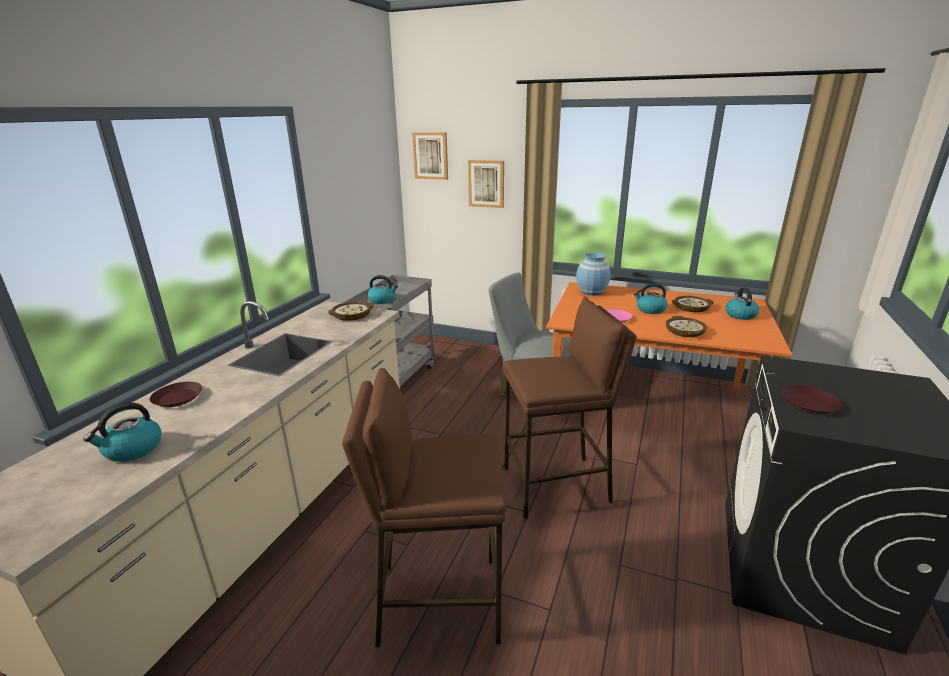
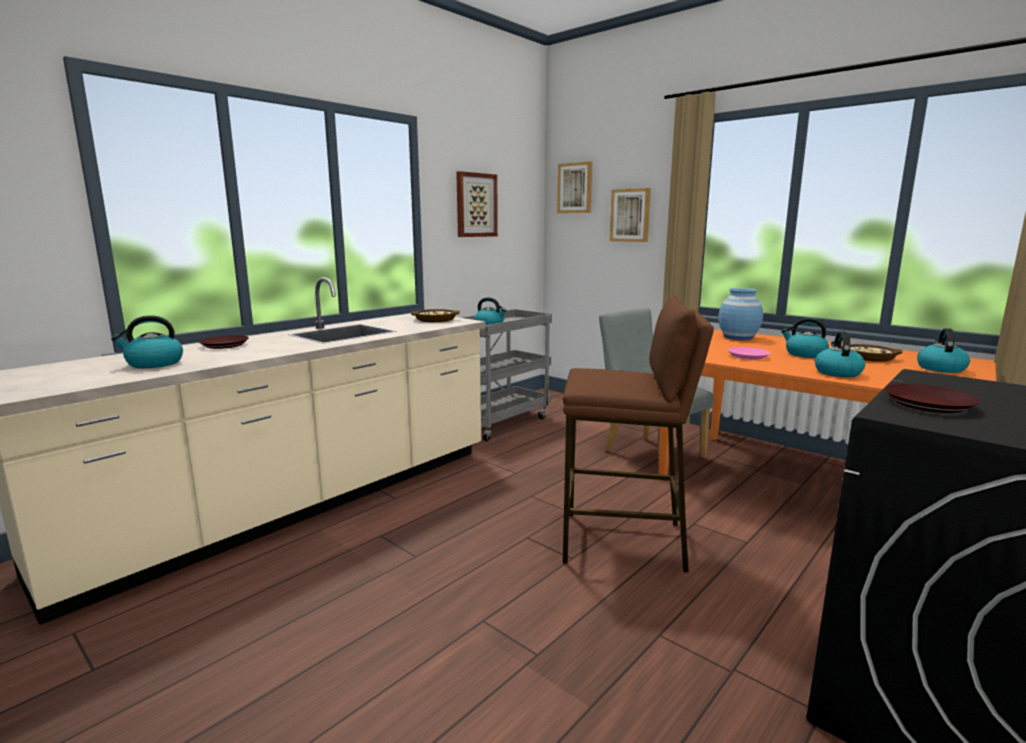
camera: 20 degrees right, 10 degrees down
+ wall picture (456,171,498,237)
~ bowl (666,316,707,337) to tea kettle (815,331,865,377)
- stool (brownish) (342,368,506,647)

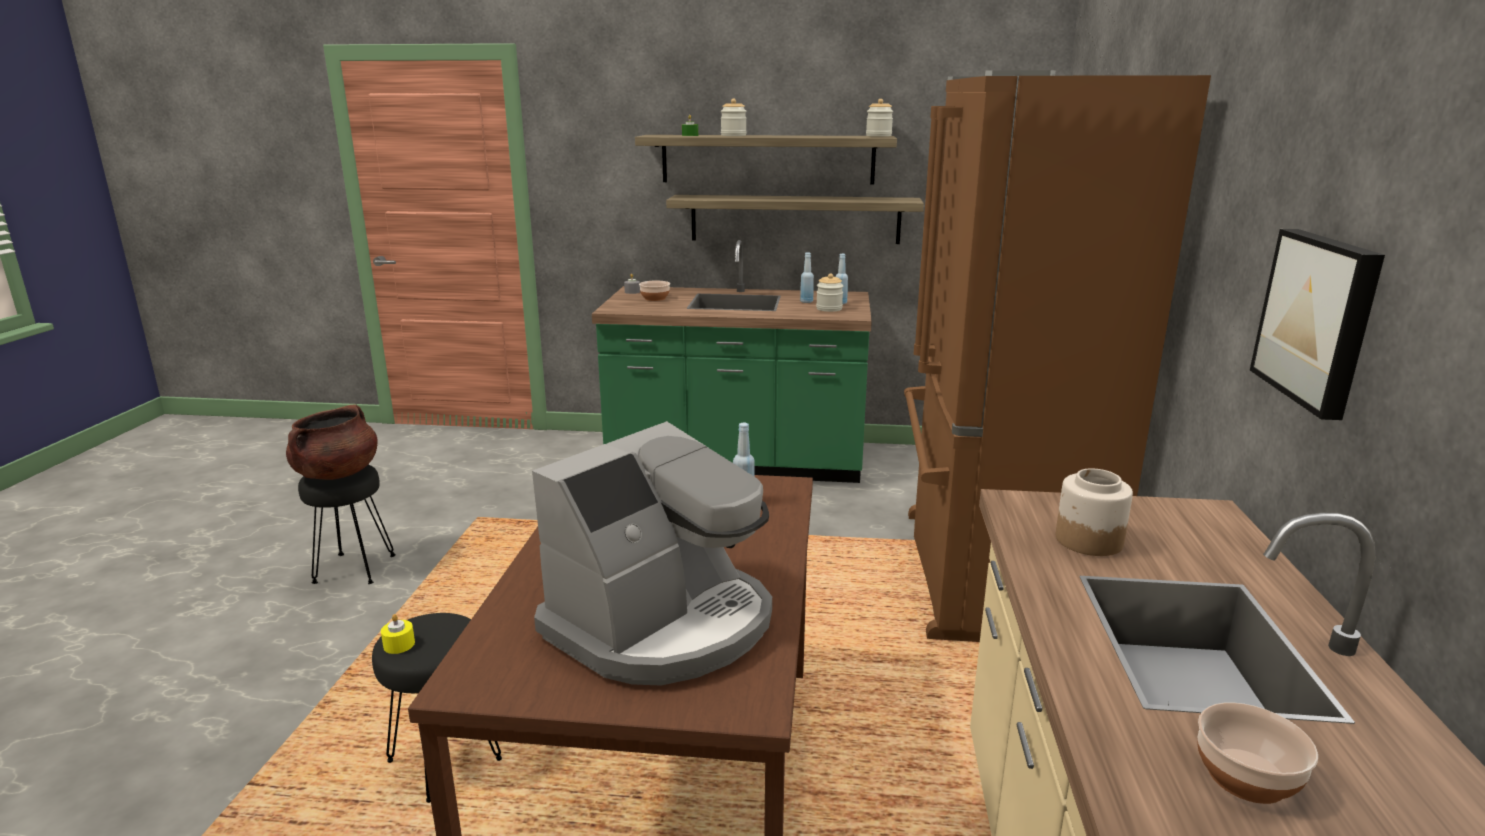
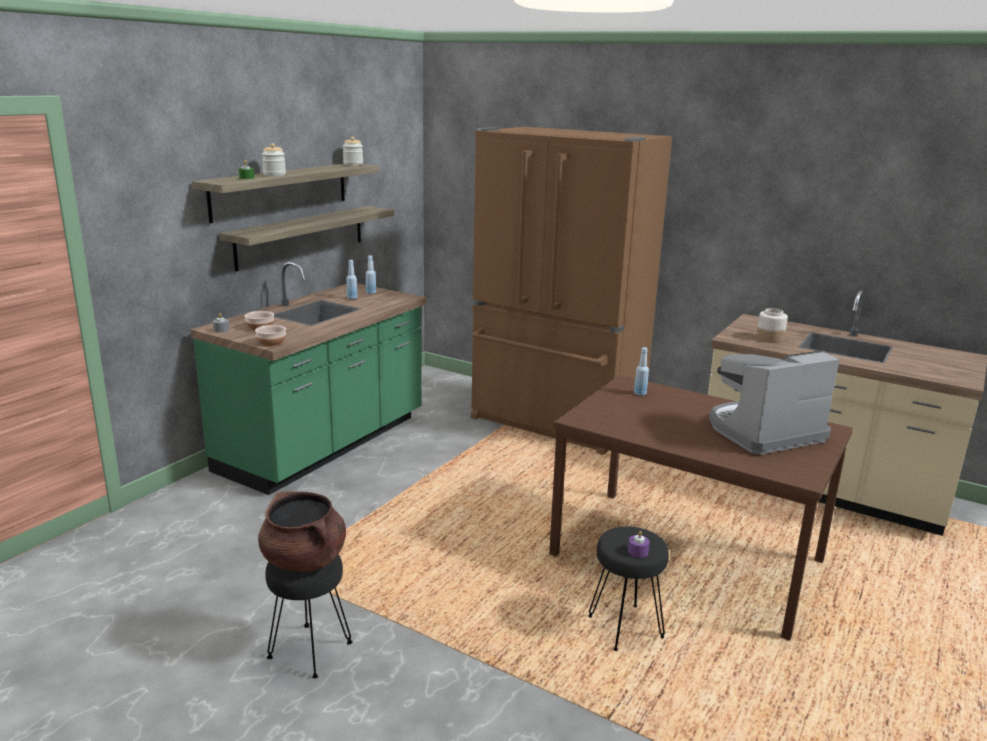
camera: 65 degrees left, 0 degrees up
~ bowl (1197,702,1318,804) to (255,325,286,347)
~ candle (yellow) (381,614,415,654) to candle (purplish) (628,531,650,558)
~ coffee maker (532,421,772,686) = (709,350,840,455) 90 degrees counterclockwise
- preserve jar (816,273,843,312)
- wall picture (1250,229,1385,420)

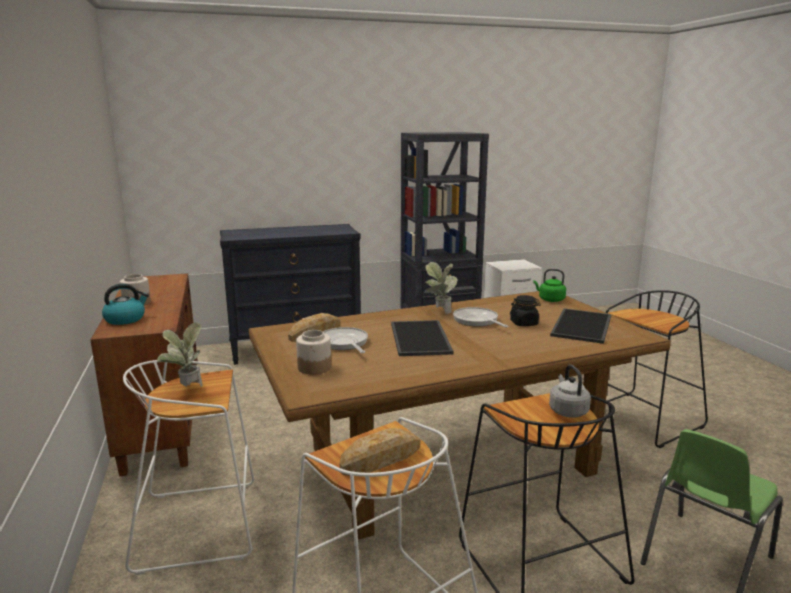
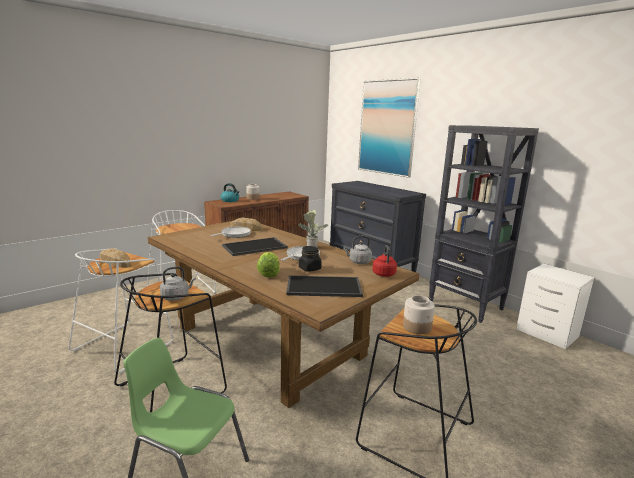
camera: 65 degrees right, 0 degrees up
+ lettuce (257,252,280,278)
+ tea kettle (grey) (343,236,372,264)
+ wall picture (358,78,420,178)
~ tea kettle (green) (533,269,566,302) to tea kettle (reddish) (373,245,397,277)
~ preserve jar (296,330,331,375) to (403,295,435,334)
- plant in a pot (157,323,203,387)

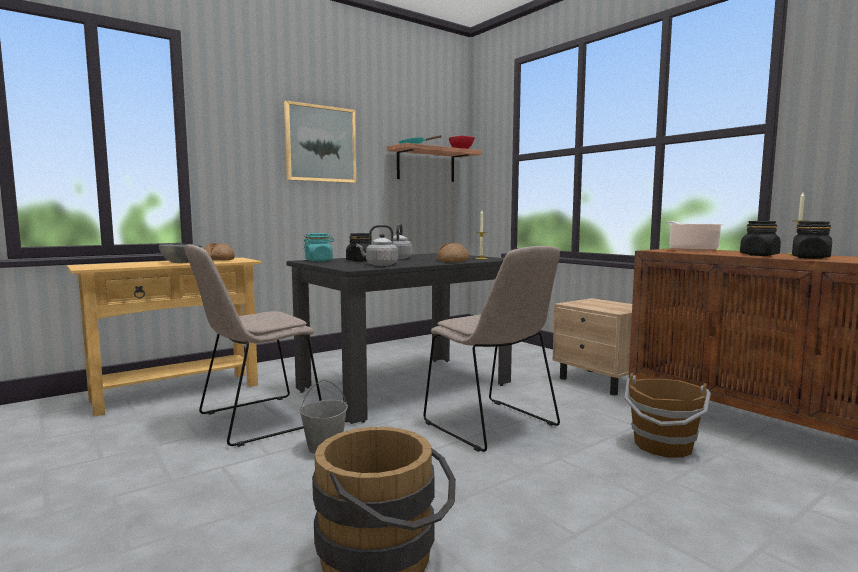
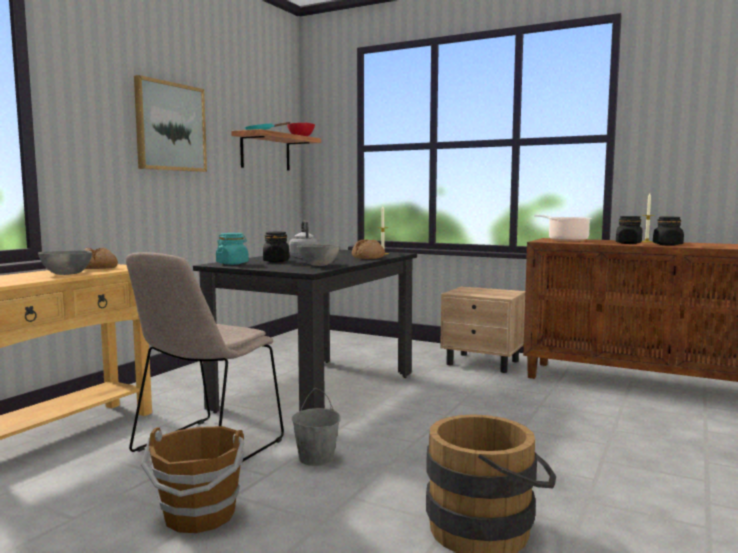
camera: 25 degrees left, 0 degrees up
~ water bucket (brownish) (624,373,711,457) to (141,426,244,533)
~ tea kettle (grey) (356,225,398,266) to bowl (grey) (297,244,340,266)
- upright chair (beige) (424,246,560,452)

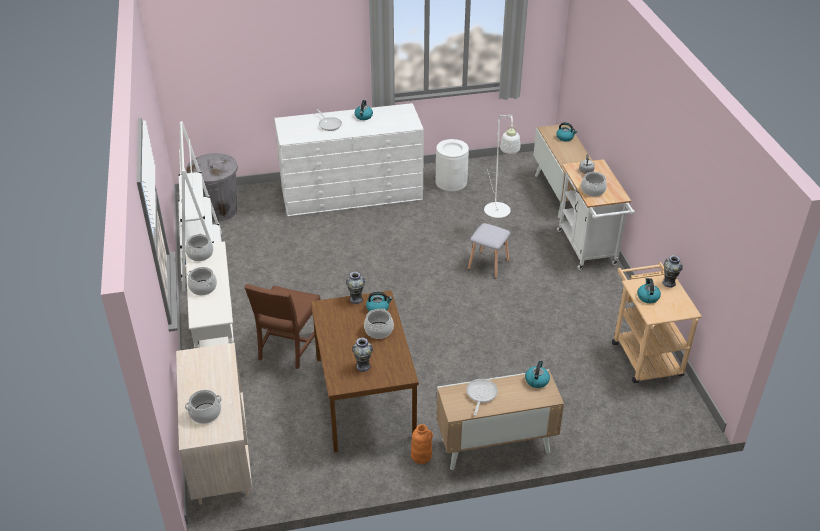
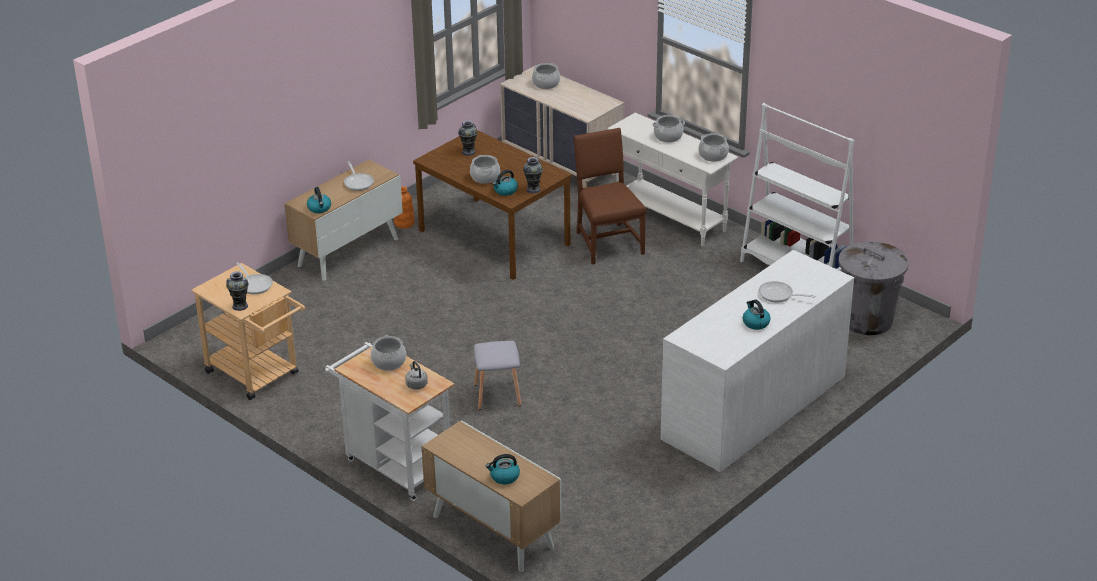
camera: 145 degrees right, 5 degrees down
~ tea kettle (637,278,661,303) to pan (236,262,273,294)
- trash can (white) (436,139,469,191)
- standing lamp (white) (484,114,520,218)

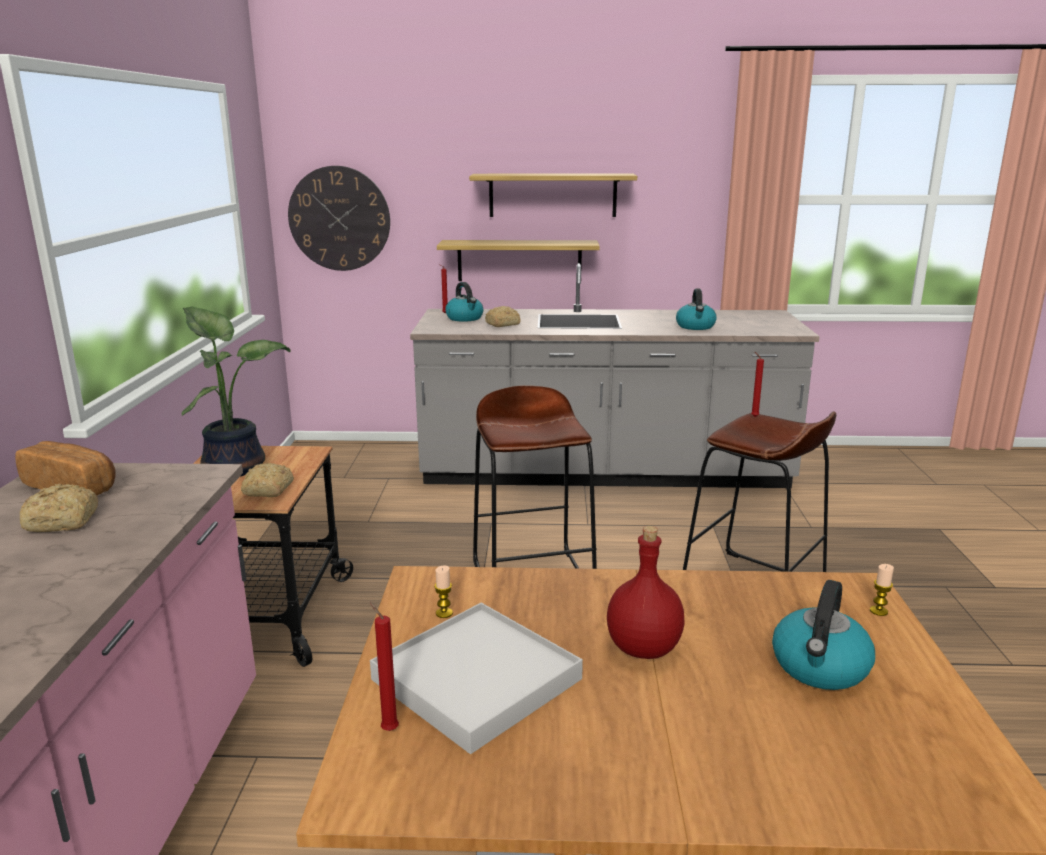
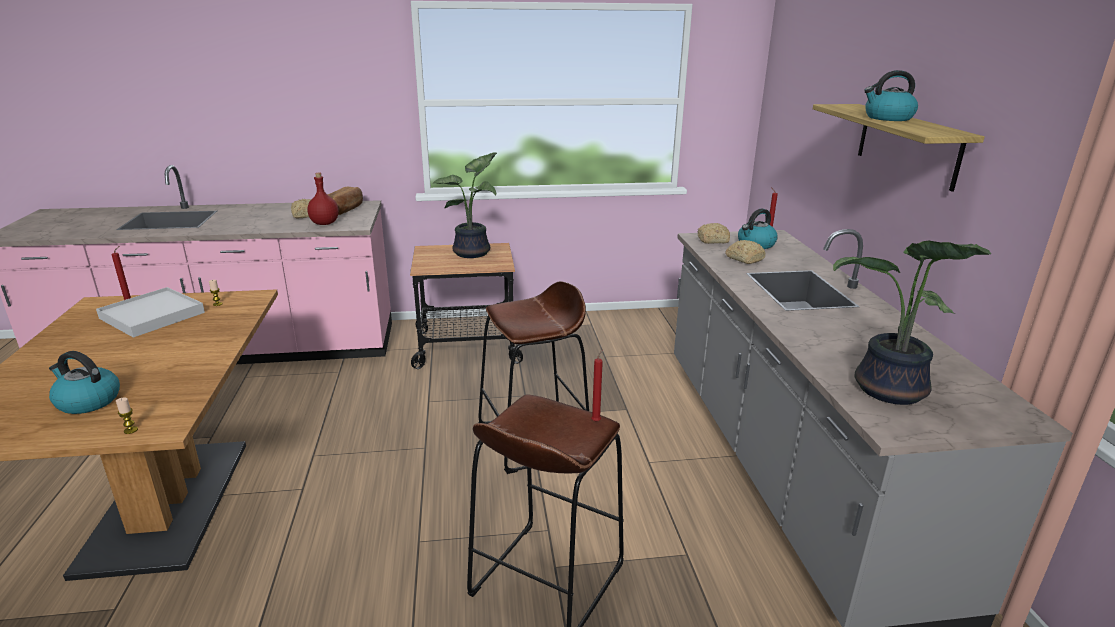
camera: 80 degrees right, 5 degrees up
~ bottle (reddish) (607,526,685,659) to (307,173,339,225)
~ baked bread (241,463,294,497) to (698,223,730,244)
+ plant in a pot (833,241,991,405)
~ tea kettle (676,289,717,330) to (864,70,918,121)
- hanging clock (288,166,390,271)
- bracket shelf (437,240,600,281)

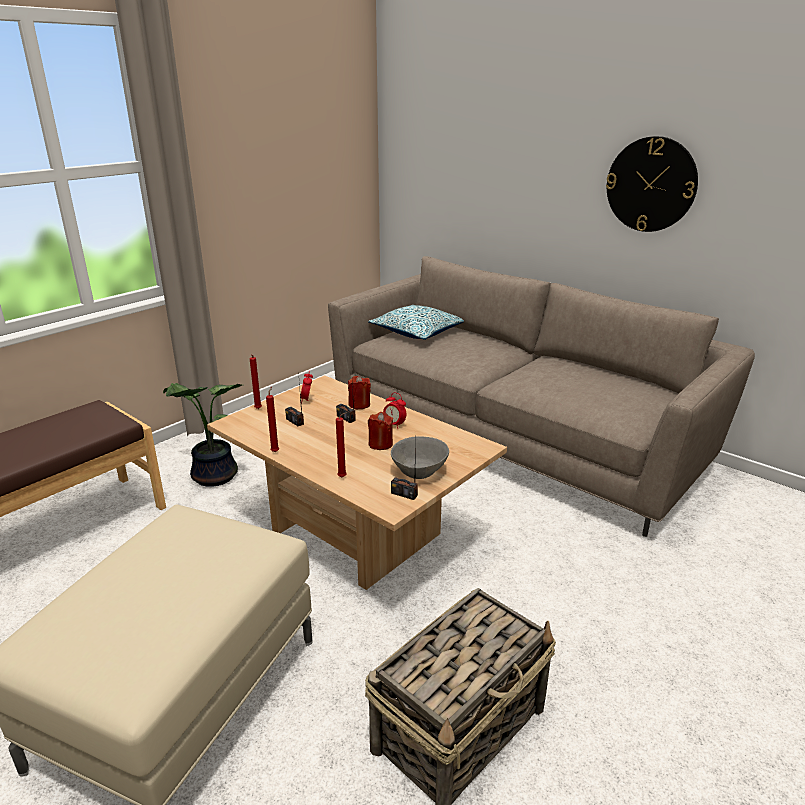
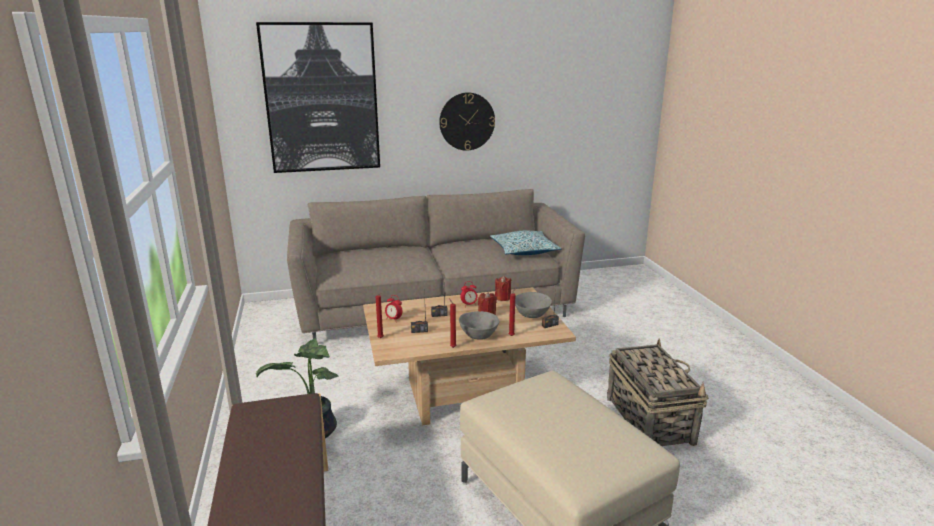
camera: 55 degrees left, 5 degrees down
+ wall picture (256,22,380,173)
+ bowl (grey) (459,311,499,340)
~ pillow (368,305,464,340) to (490,231,562,255)
~ candle (reddish) (348,376,371,409) to (495,276,511,301)

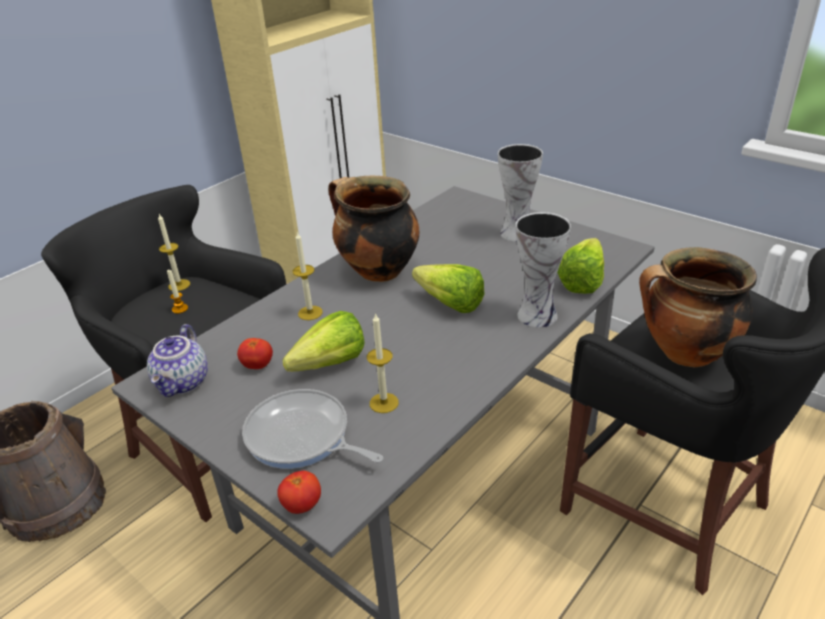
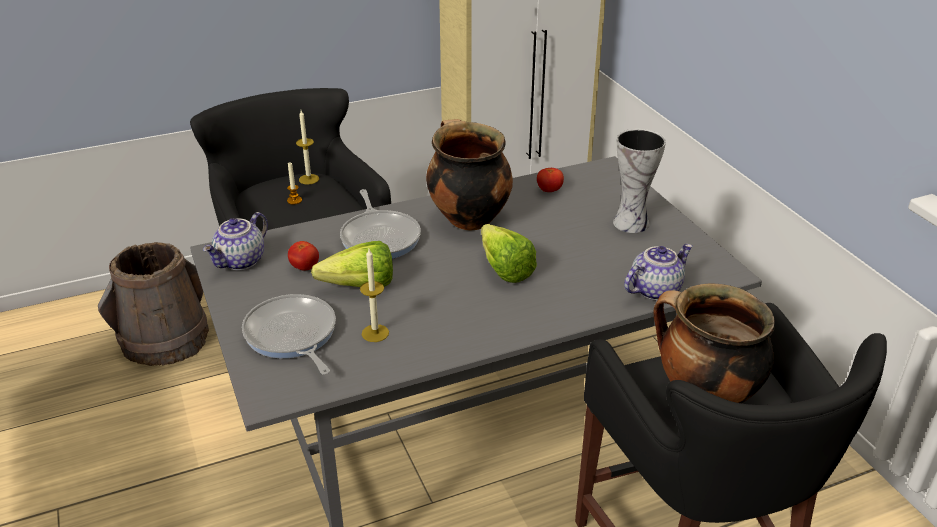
camera: 25 degrees right, 0 degrees up
~ candle (293,232,323,320) to pan (340,189,421,259)
~ fresh tomato (277,471,321,514) to (537,168,564,192)
~ lettuce (557,238,604,294) to tea pot (624,244,693,300)
- vase (516,212,571,328)

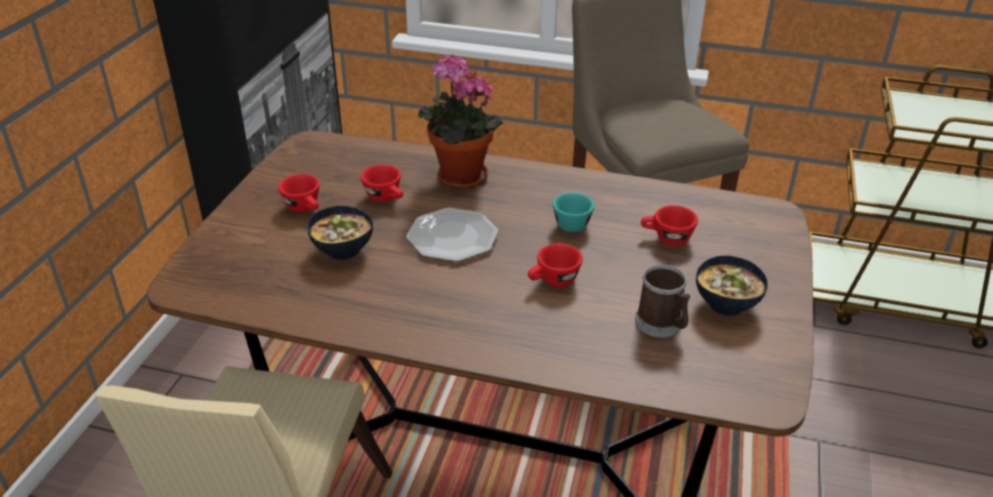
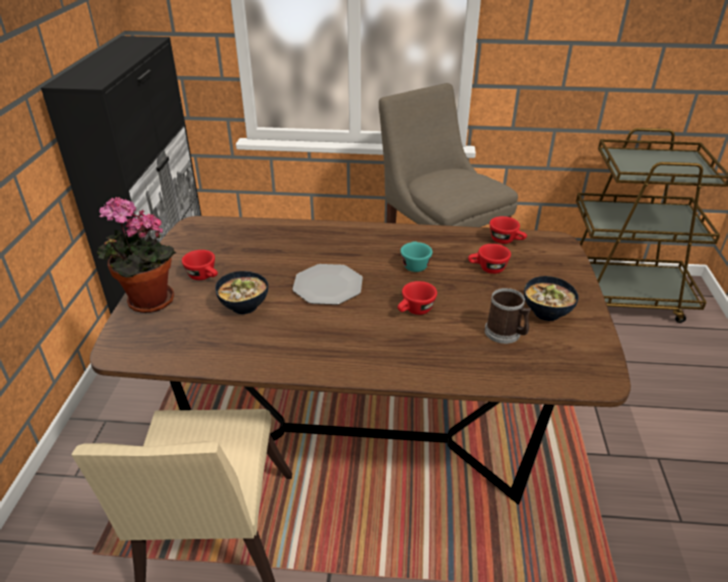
camera: 10 degrees left, 0 degrees up
~ plant in a pot (418,54,503,189) to (97,197,176,313)
~ drinking cup (reddish) (361,165,403,202) to (490,216,527,244)

